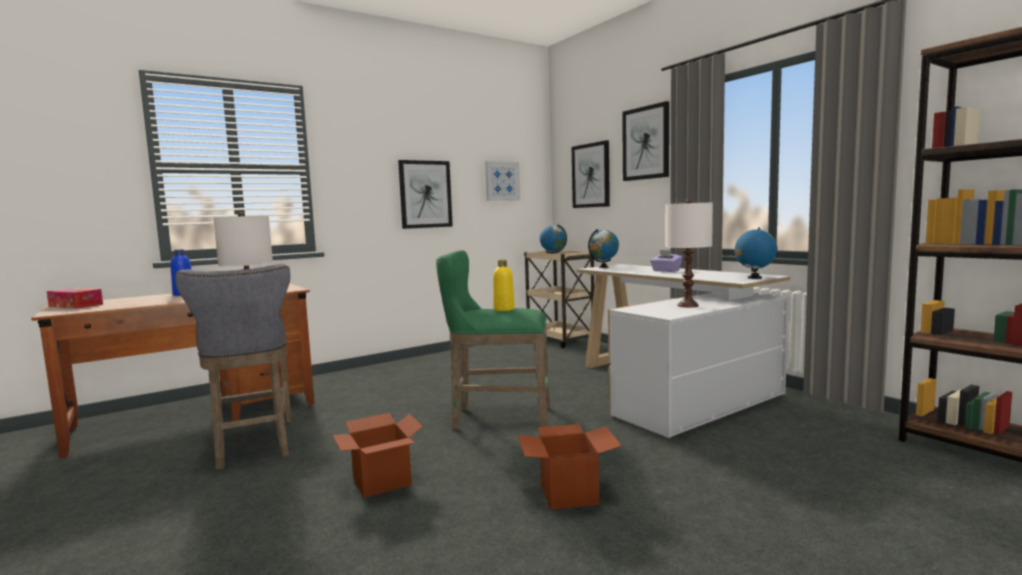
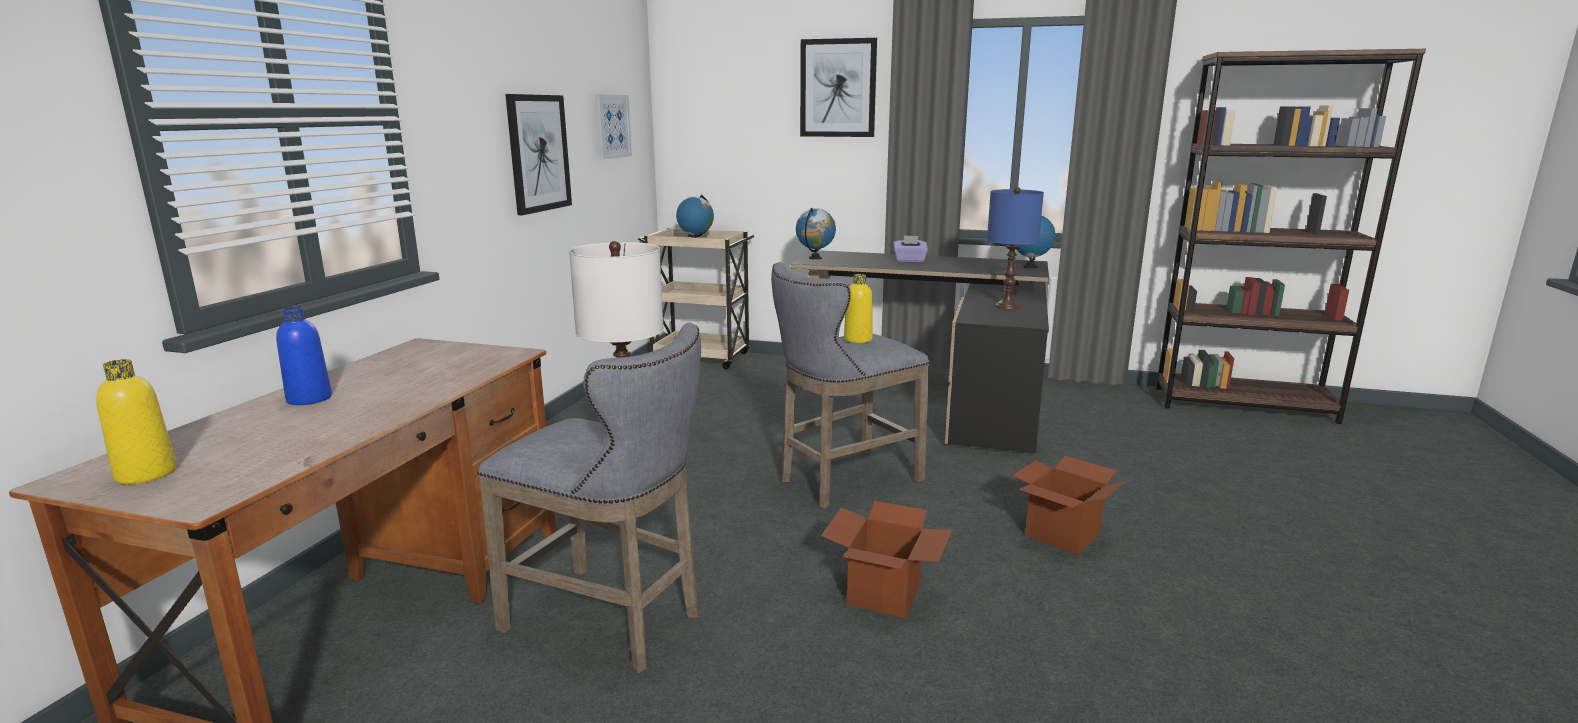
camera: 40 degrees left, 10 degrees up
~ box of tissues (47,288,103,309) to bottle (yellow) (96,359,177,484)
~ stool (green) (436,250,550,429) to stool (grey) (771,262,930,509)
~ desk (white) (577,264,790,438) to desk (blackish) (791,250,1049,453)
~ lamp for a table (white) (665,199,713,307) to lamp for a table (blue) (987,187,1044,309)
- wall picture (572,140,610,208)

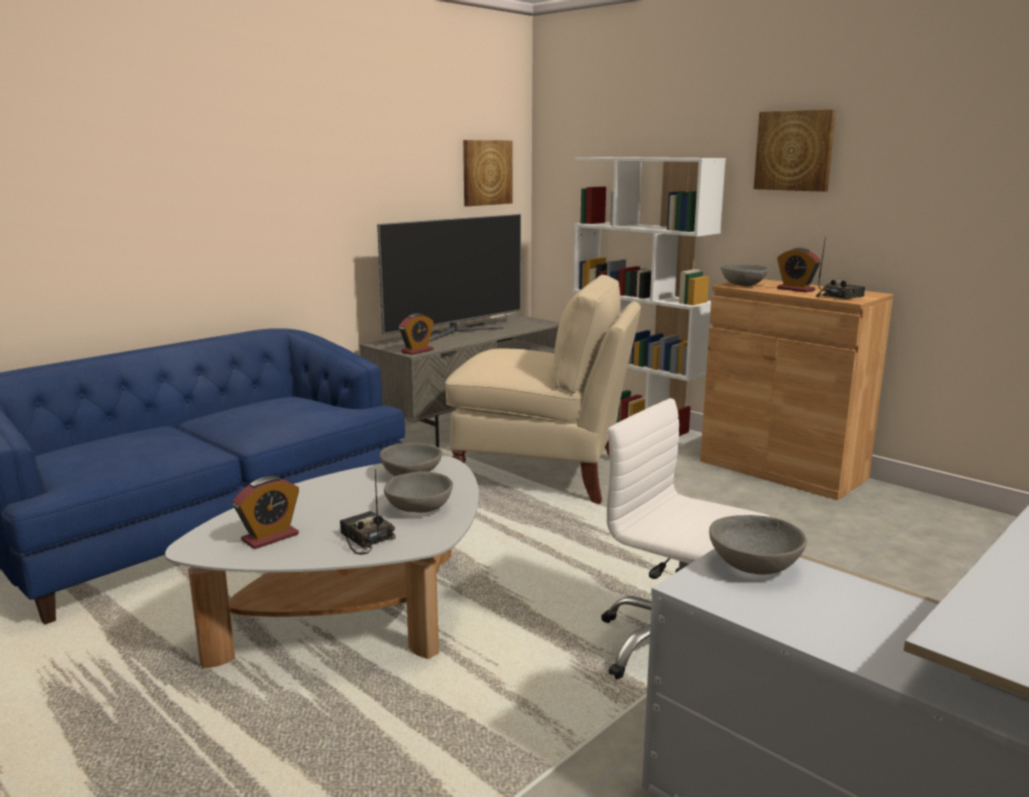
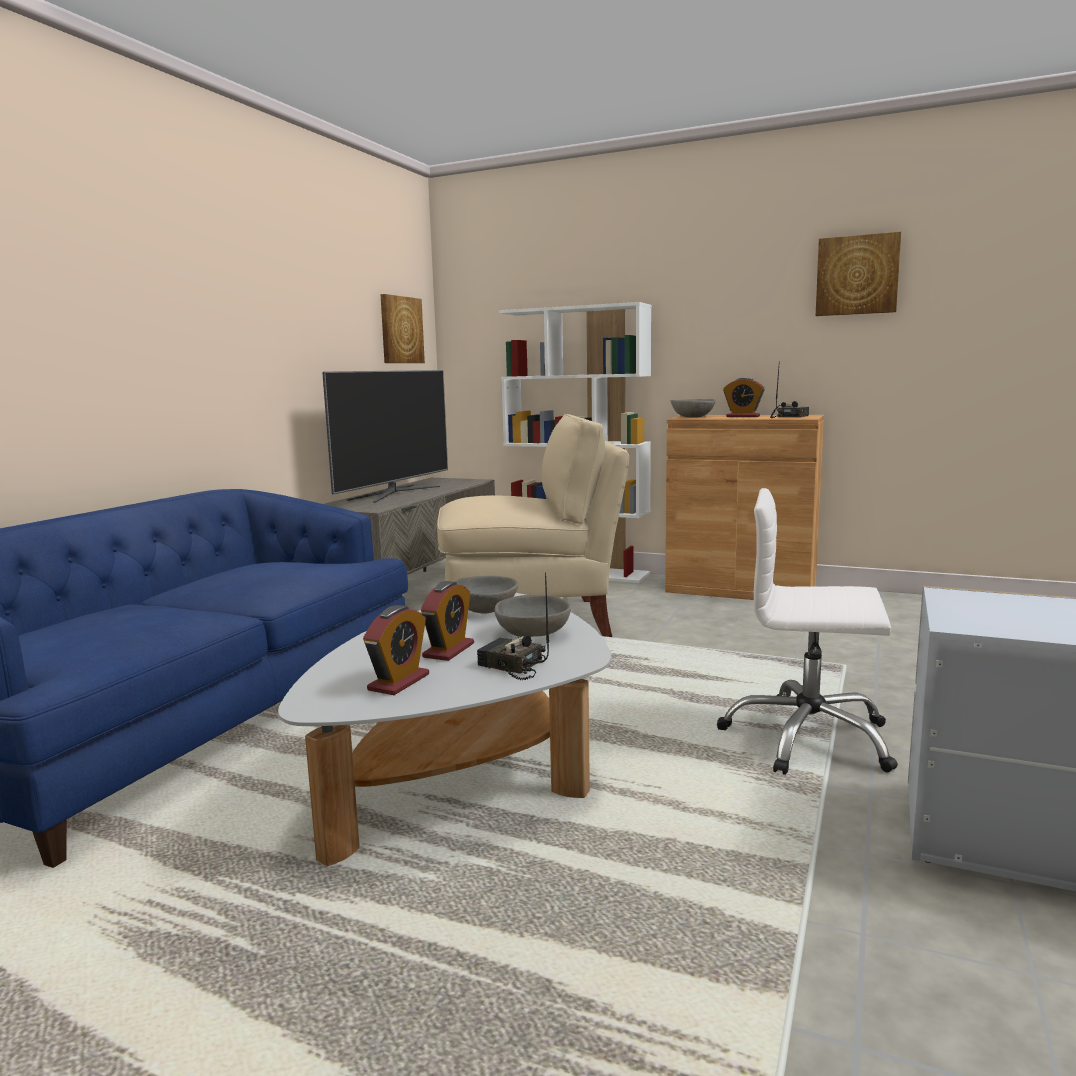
camera: 20 degrees left, 5 degrees down
~ bedside clock (399,313,434,355) to (421,581,474,661)
~ wall picture (754,109,836,192) to (816,231,901,316)
- bowl (grey) (709,515,807,575)

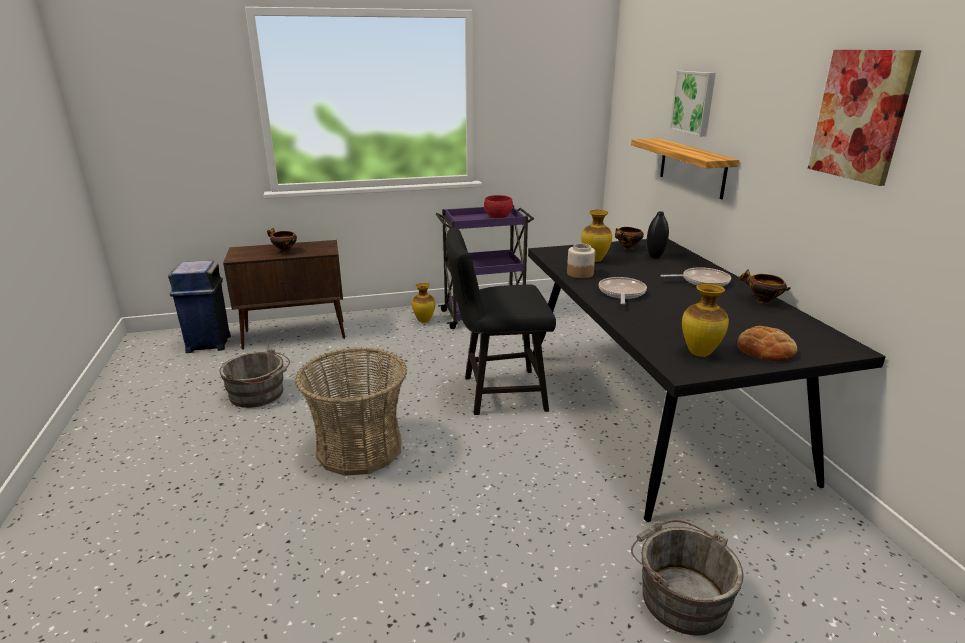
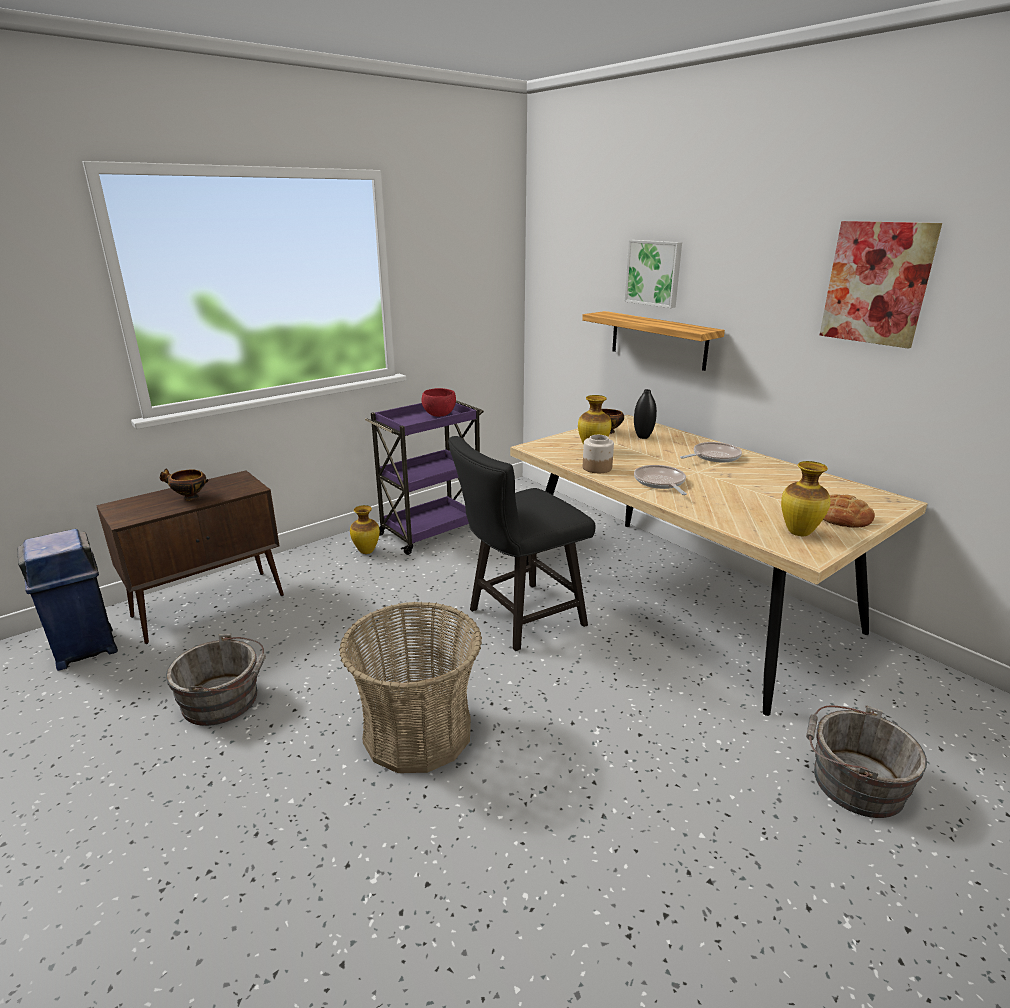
camera: 25 degrees left, 0 degrees up
~ dining table (blackish) (528,239,886,522) to dining table (beige) (510,415,928,716)
- bowl (740,269,791,305)

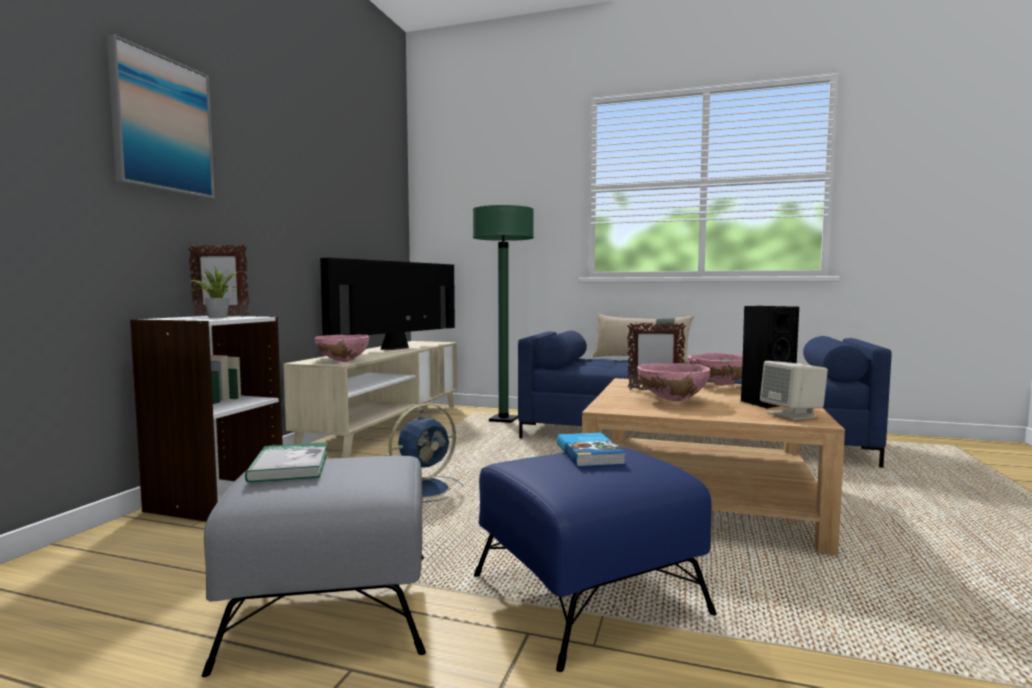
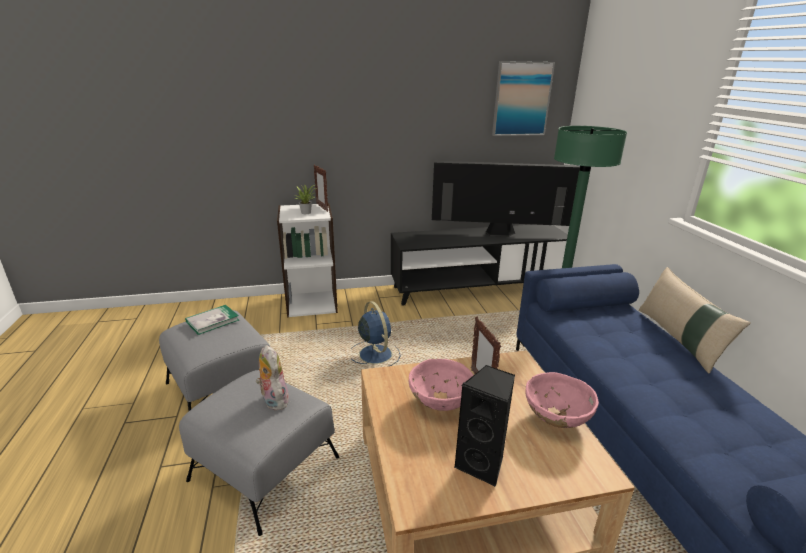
camera: 60 degrees right, 20 degrees up
~ ottoman (blue) (474,447,717,672) to ottoman (grey) (179,370,339,536)
~ volume (557,433,626,467) to soft toy (256,345,289,410)
~ fan (blue) (389,404,463,503) = (351,301,400,366) 135 degrees counterclockwise
~ tv unit (beige) (283,341,457,457) to tv unit (blackish) (391,224,568,306)
~ wall picture (107,34,215,199) to (492,61,555,136)
- bowl (pink-coloured) (315,335,369,362)
- loudspeaker (beige) (760,361,828,420)

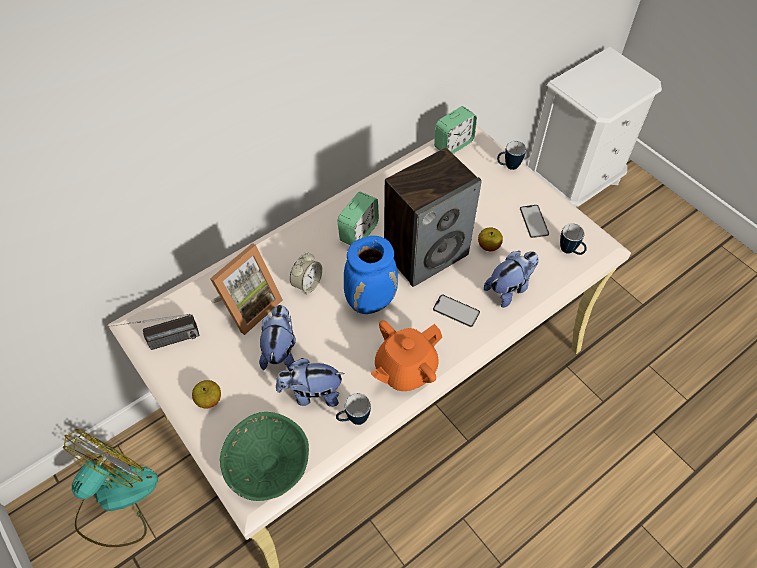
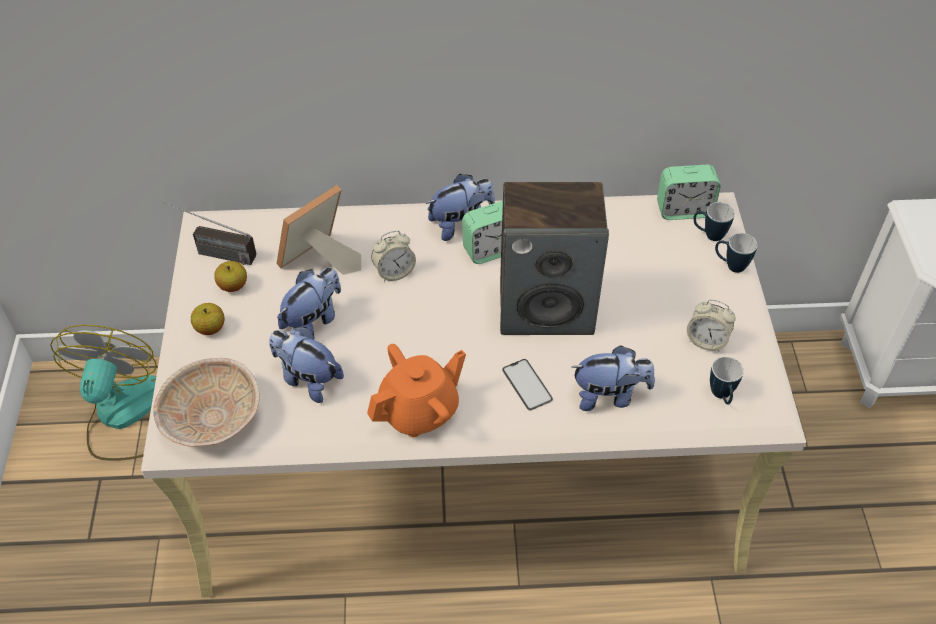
camera: 35 degrees right, 5 degrees down
~ fan (63,429,158,547) = (50,325,157,461) 60 degrees counterclockwise
~ bowl (green) (220,412,309,501) to bowl (beige) (153,358,260,447)
~ apple (478,227,503,251) to (214,261,247,292)
~ standing frame (210,243,283,335) = (277,185,361,275) 150 degrees clockwise
~ tea pot (orangey) (371,320,442,391) = (367,344,466,437) 150 degrees clockwise
+ soft toy (426,174,495,241)
~ telephone (520,205,549,238) to bedside clock (687,299,736,352)
~ coffee mug (336,393,371,425) to (693,202,735,241)
- vase (blue) (344,236,398,314)

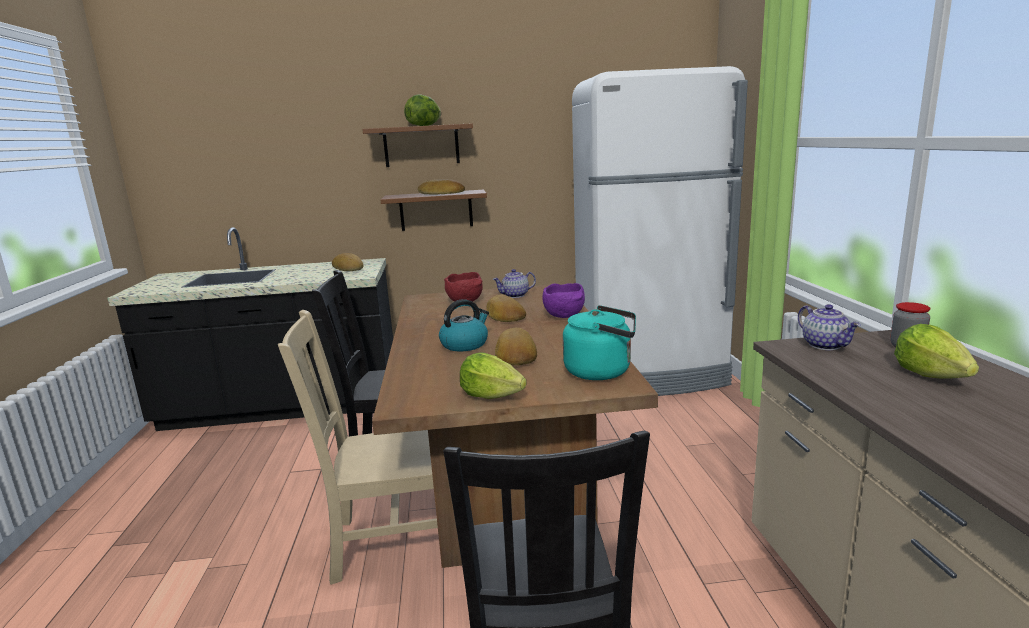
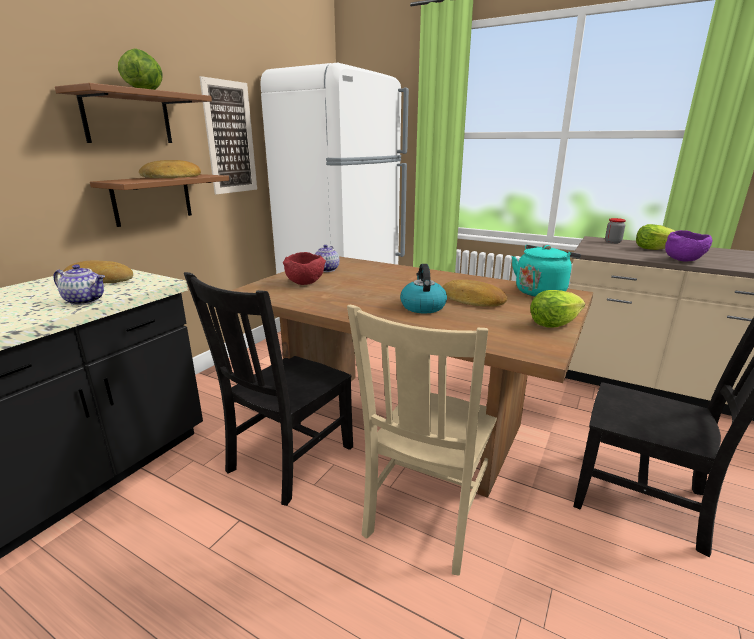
camera: 55 degrees left, 5 degrees up
~ tea pot (798,304,860,350) to (53,264,105,305)
+ wall picture (199,76,257,194)
~ bowl (purplish) (542,283,585,318) to (665,230,712,261)
- baked bread (487,295,526,322)

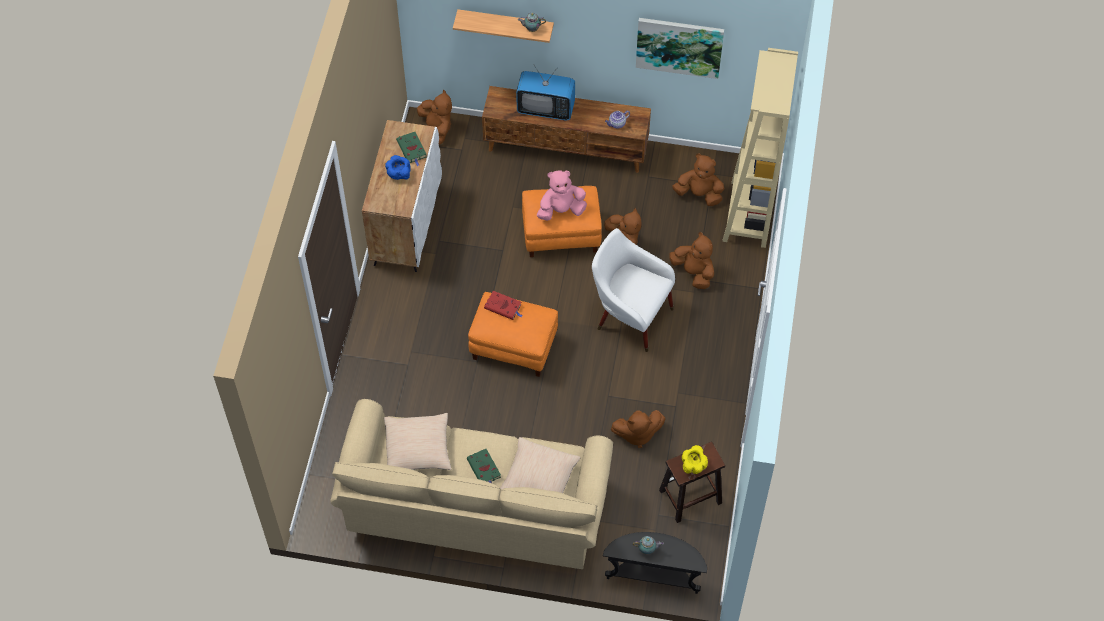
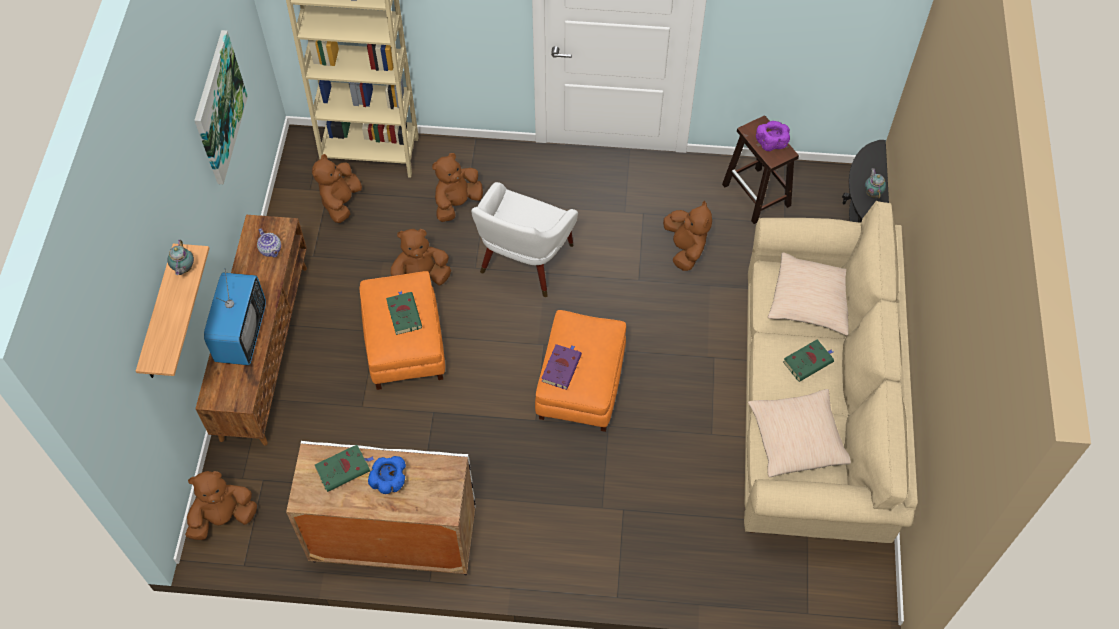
camera: 95 degrees left, 0 degrees up
~ soft toy (pink-coloured) (537,170,587,221) to volume (green) (386,291,422,335)
~ volume (reddish) (484,291,523,320) to volume (purplish) (541,344,582,390)
~ bowl (yellow) (682,445,708,474) to bowl (purplish) (756,121,790,151)

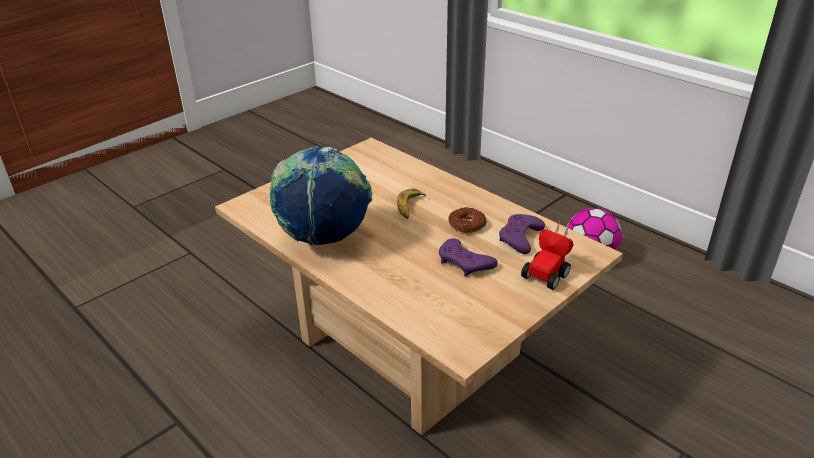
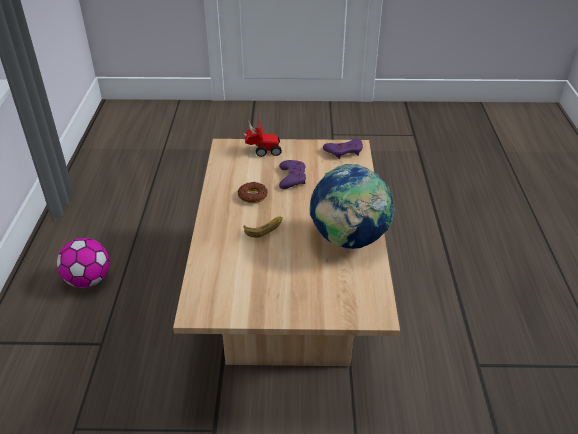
camera: 135 degrees left, 5 degrees up
~ joypad (purplish) (499,214,545,254) to (323,138,363,159)

